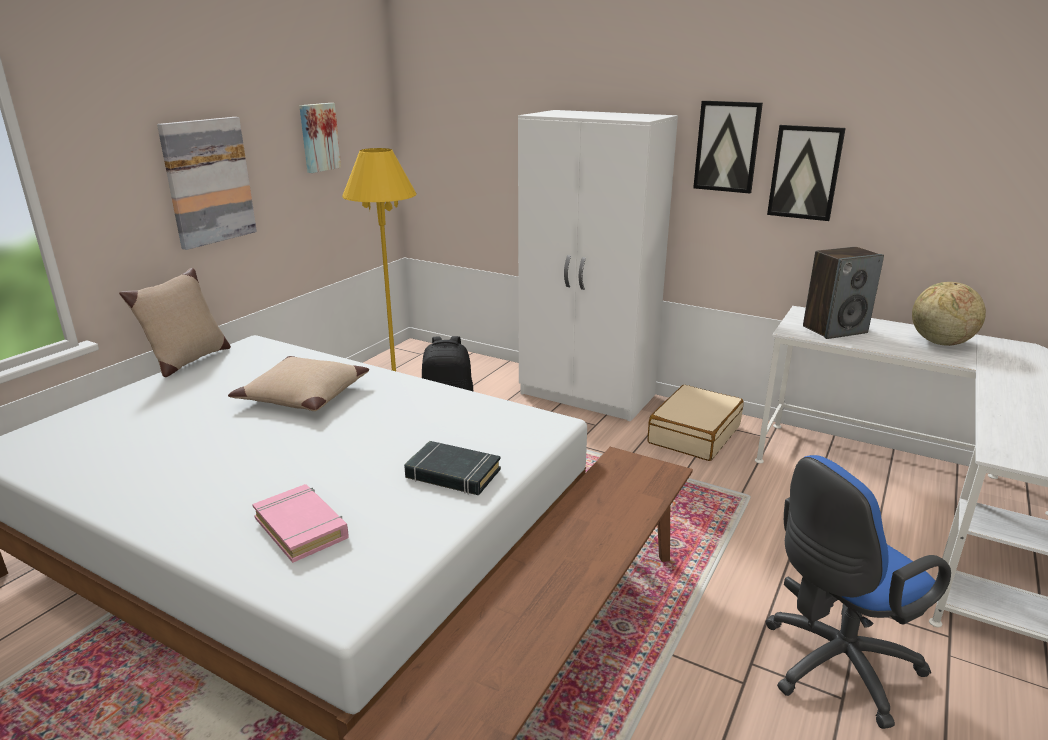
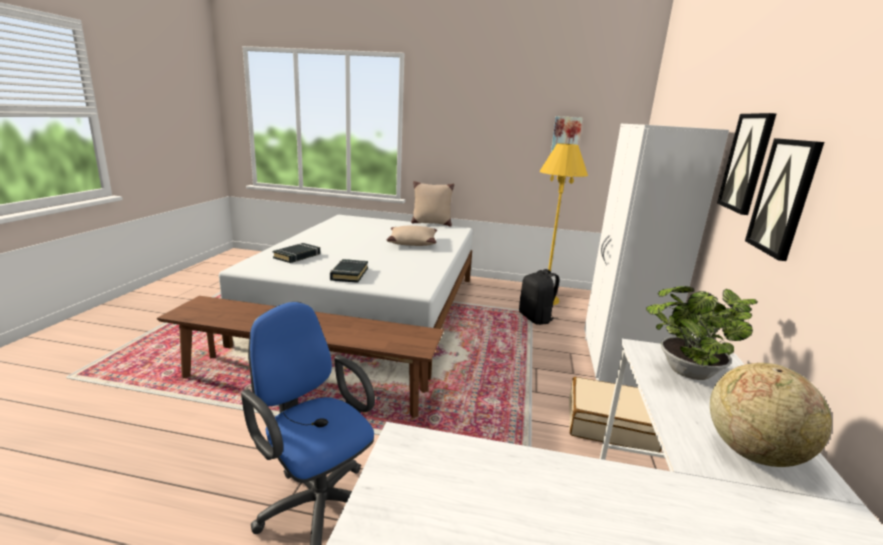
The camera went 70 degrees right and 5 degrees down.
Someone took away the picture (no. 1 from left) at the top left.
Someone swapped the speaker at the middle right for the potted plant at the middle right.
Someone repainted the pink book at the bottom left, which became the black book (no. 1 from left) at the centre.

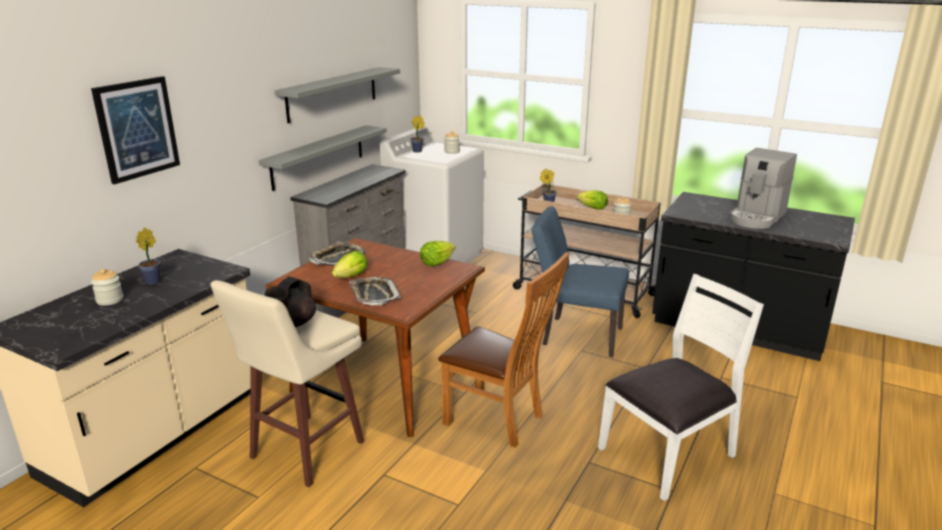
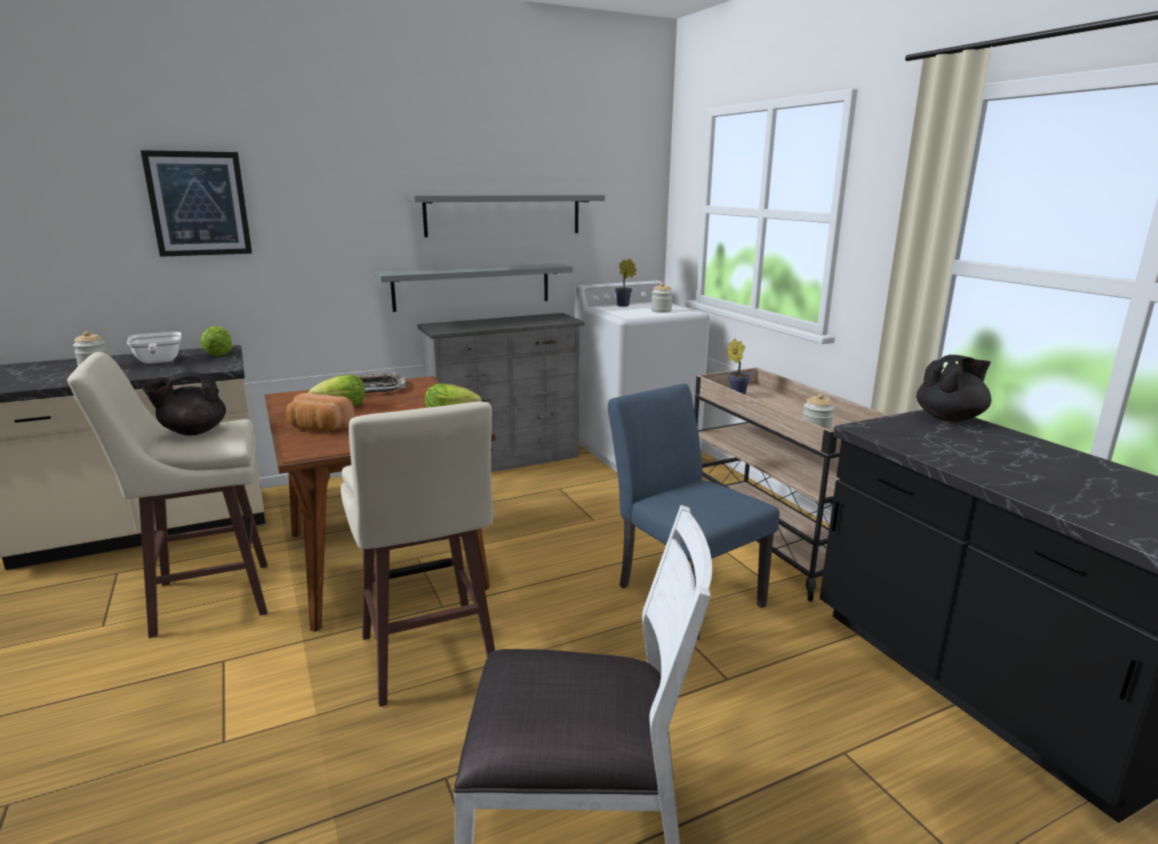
The camera went 35 degrees right and 5 degrees down.
Someone took away the coffee machine at the middle right.
Someone put down the black teapot (no. 2 from left) at the middle right.
Someone carried the lettuce (no. 3 from left in the first image) from the centre to the middle left.
Someone swapped the potted plant (no. 1 from left) at the middle left for the frying pan at the middle left.
Someone swapped the tray (no. 2 from left) at the centre for the bread at the middle left.
Someone swapped the brown chair at the centre for the beige stool (no. 2 from left) at the centre.

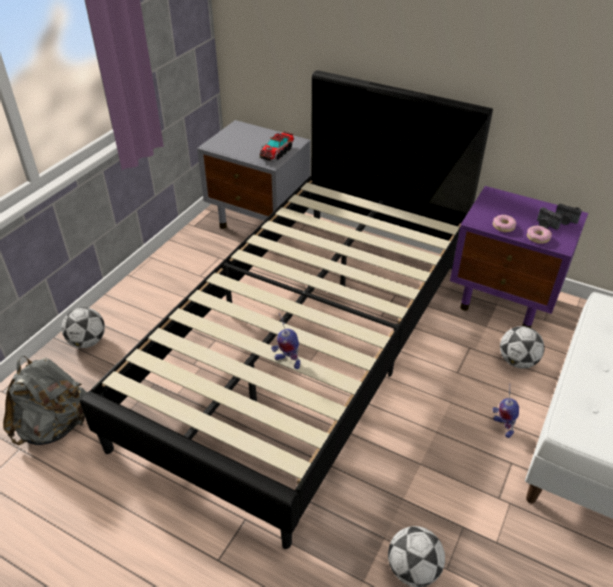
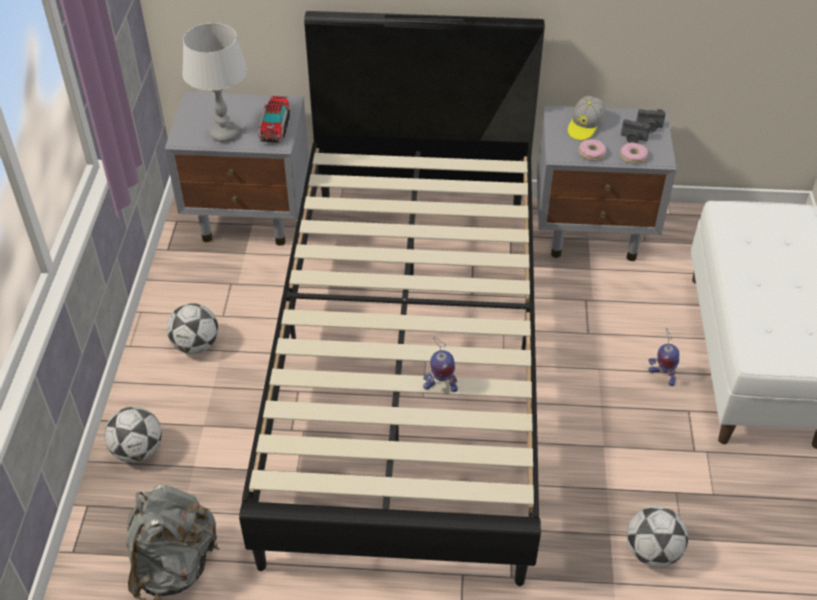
The camera went 25 degrees left and 5 degrees up.
Someone put down the grey table lamp at the top left.
Someone put down the cap at the top right.
Someone carried the football (no. 3 from left in the first image) from the middle right to the middle left.
Someone repainted the purple nightstand at the middle right, which became the grey nightstand (no. 2 from left) at the top right.

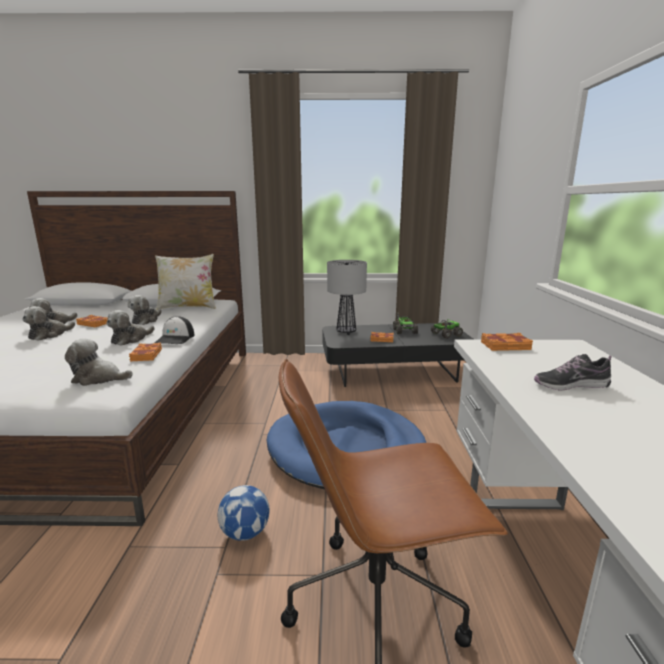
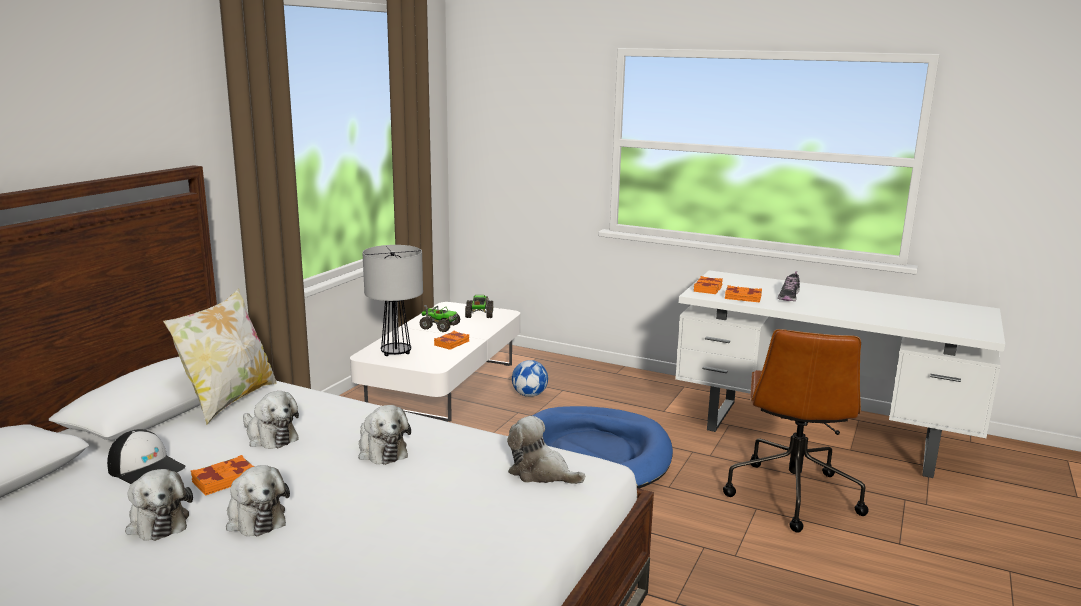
The camera went 65 degrees left and 0 degrees up.
Someone carried the orange book (no. 2 from left in the first image) from the middle left to the middle right.
Someone carried the cap from the middle left to the bottom left.
Someone carried the football from the bottom centre to the centre.
Someone repainted the black coffee table at the centre, which became the white coffee table at the centre.
Someone rotated the plush toy (no. 3 from left in the first image) at the middle left by 90 degrees clockwise.

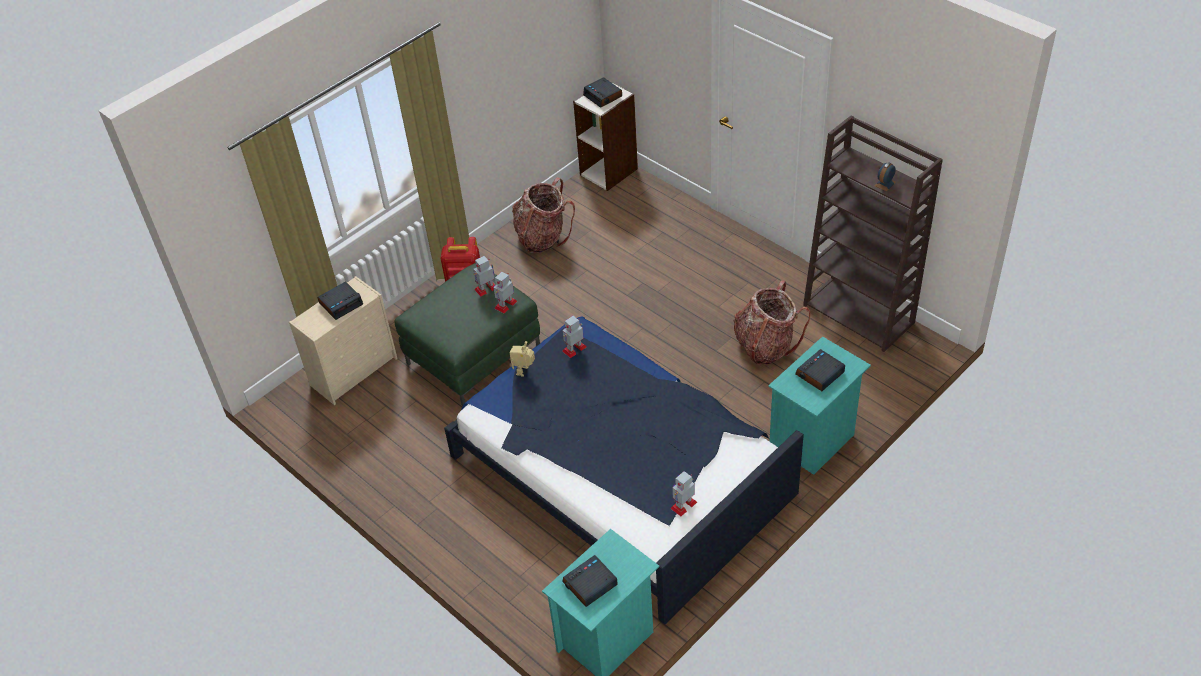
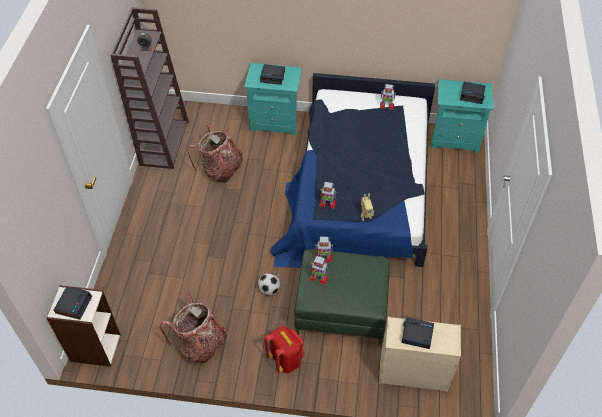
The camera went 130 degrees left and 5 degrees up.
Someone put down the football at the bottom centre.

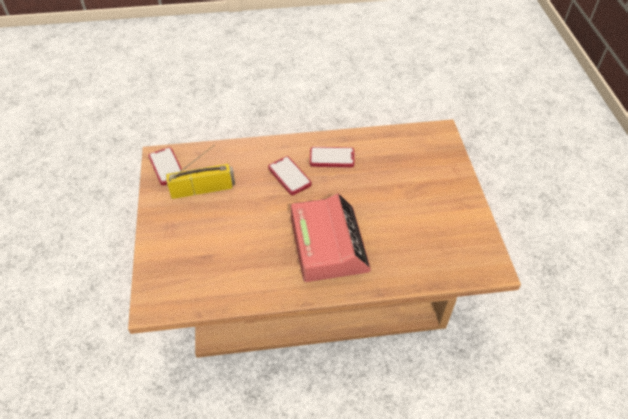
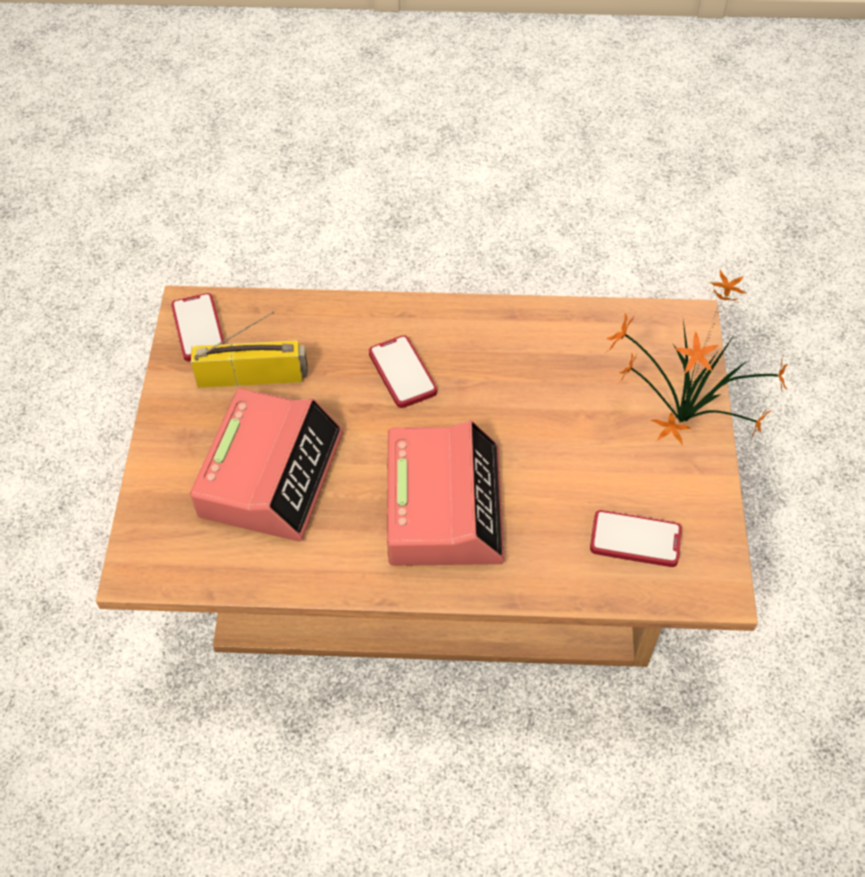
The camera went 10 degrees right and 5 degrees up.
Someone put down the alarm clock (no. 1 from left) at the middle left.
Someone put down the potted plant at the middle right.
Someone carried the phone (no. 3 from left) from the centre to the middle right.

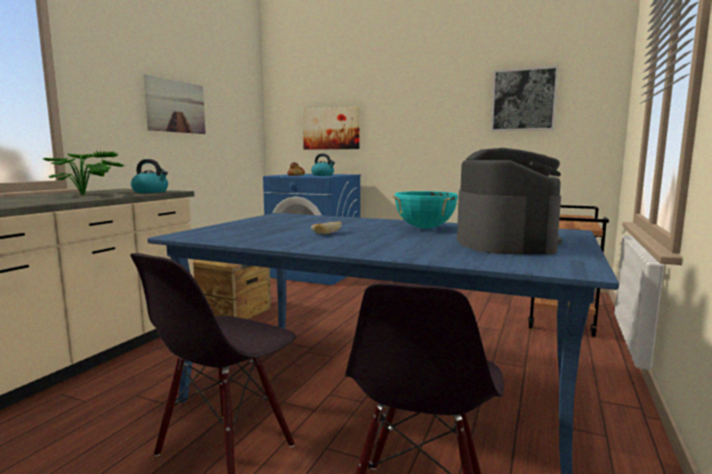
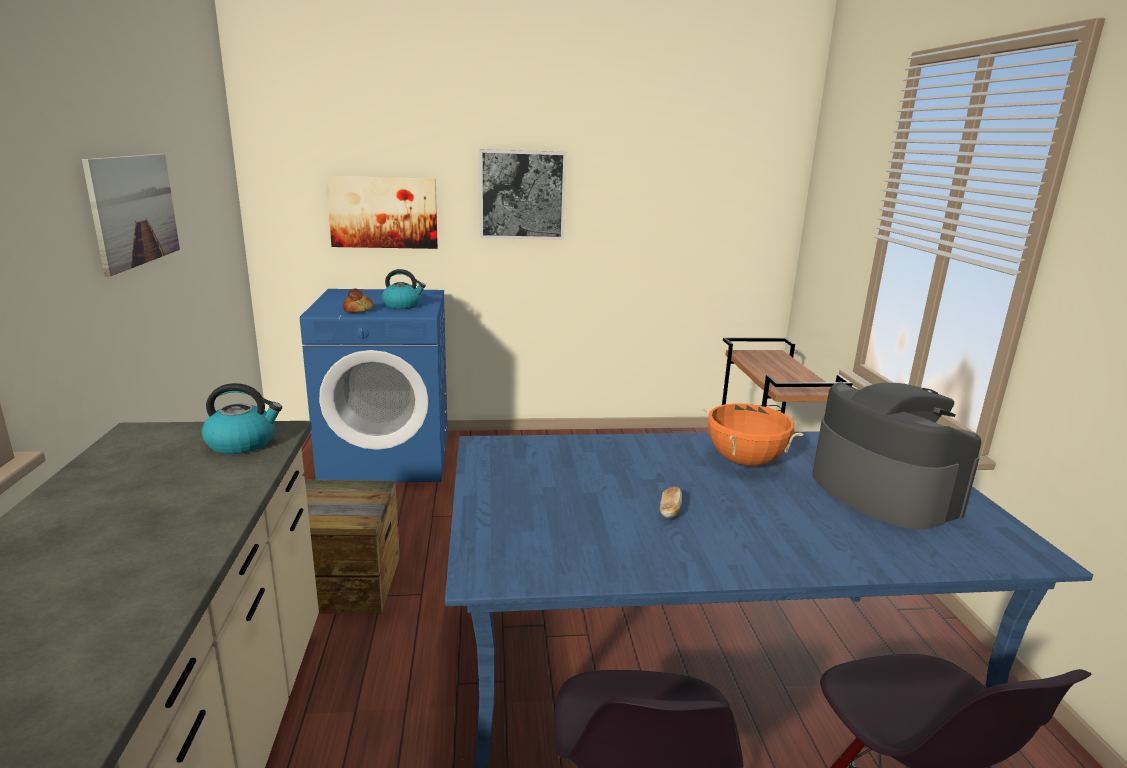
The camera went 30 degrees left and 10 degrees up.
Someone took away the potted plant at the middle left.
Someone carried the picture (no. 3 from left) from the top right to the top centre.
Someone repainted the turquoise cooking pot at the centre, which became the orange cooking pot at the middle right.

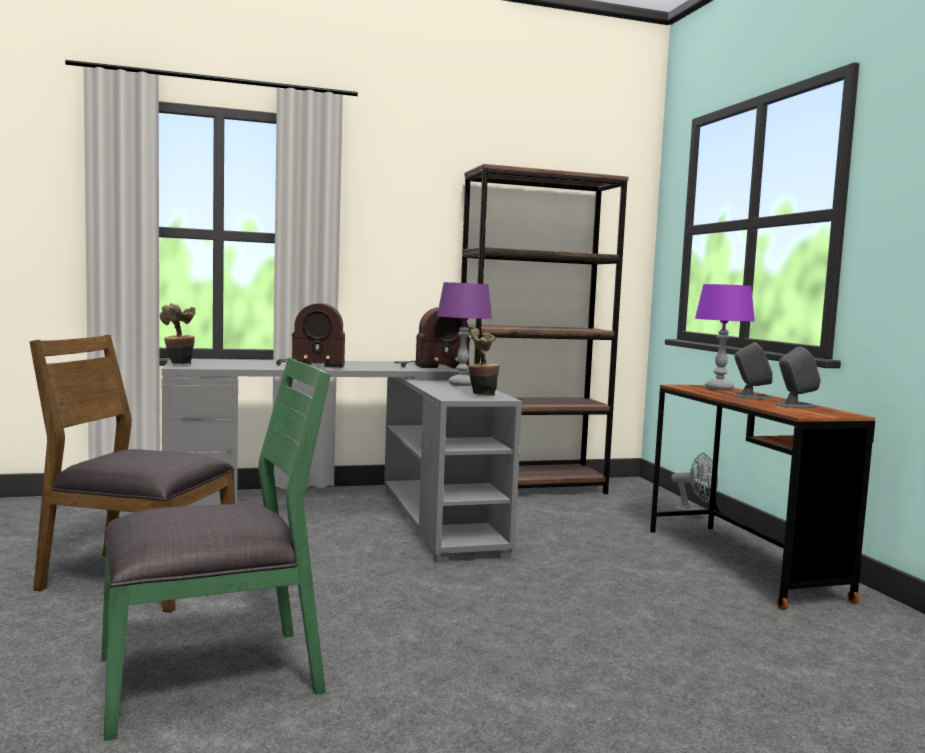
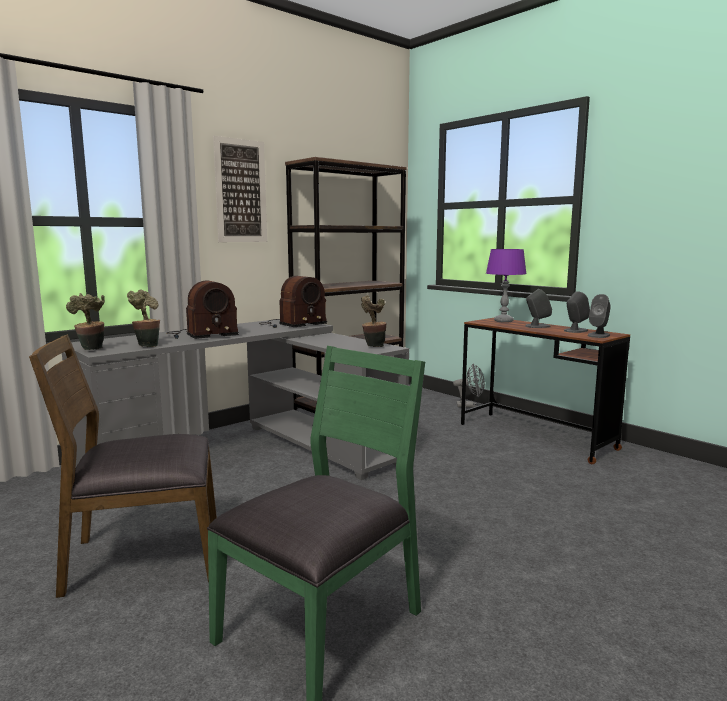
The camera went 25 degrees left and 5 degrees up.
Someone took away the purple table lamp (no. 1 from left) at the centre.
Someone put down the potted plant (no. 2 from left) at the middle left.
Someone put up the picture at the top left.
Someone put down the grey speaker (no. 3 from left) at the middle right.

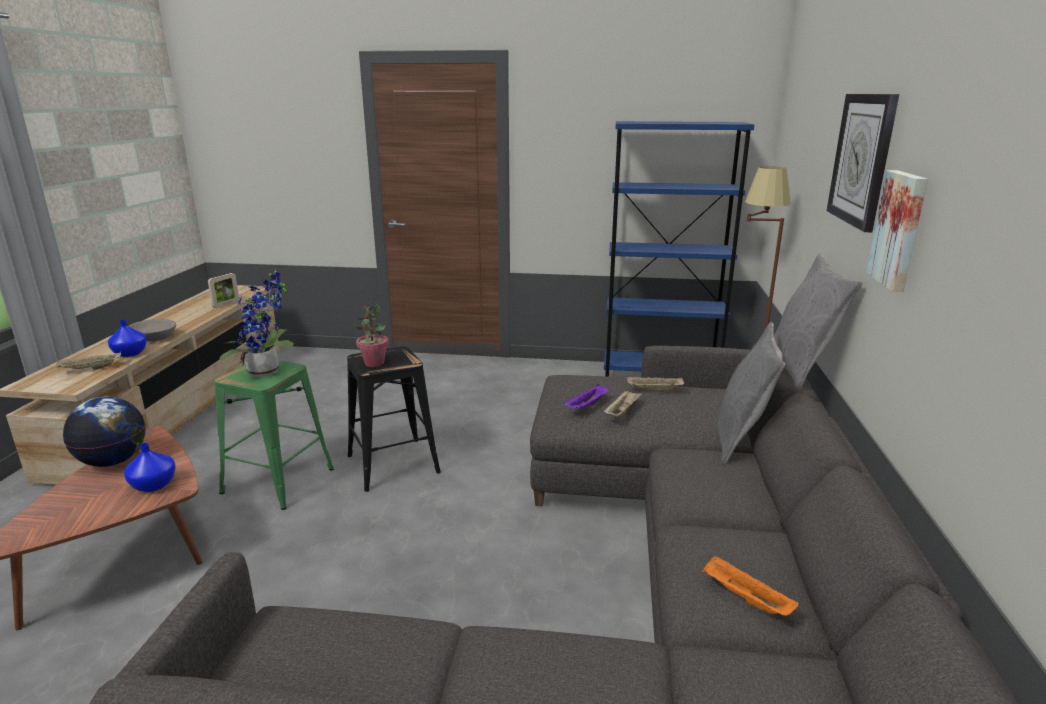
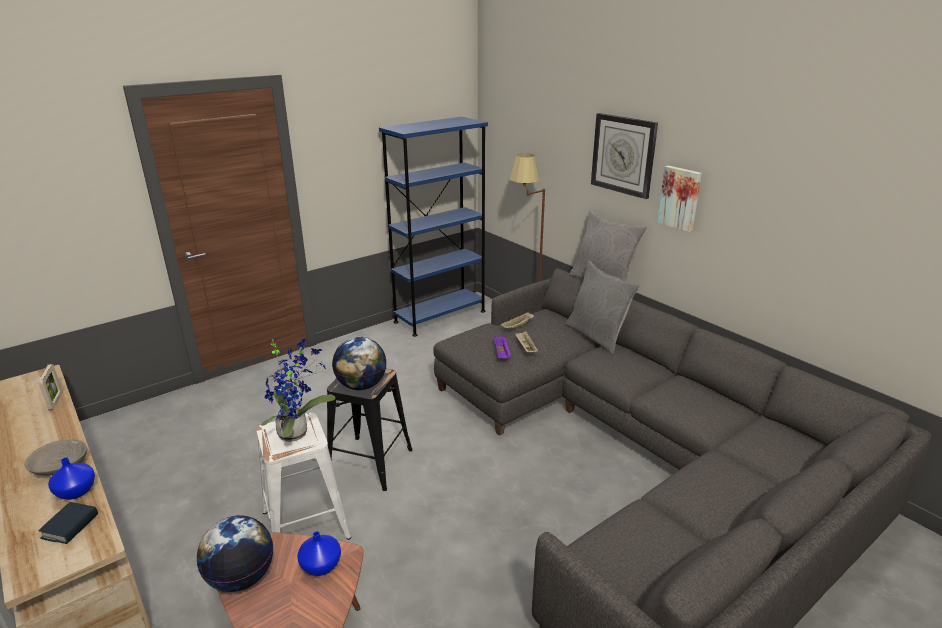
The camera went 45 degrees left and 5 degrees up.
Someone took away the orange tray at the bottom right.
Someone swapped the beige tray (no. 1 from left) at the middle left for the book at the bottom left.
Someone swapped the potted plant (no. 2 from left) at the centre for the globe (no. 2 from left) at the centre.
Someone repainted the green stool at the middle left, which became the white stool at the bottom left.

